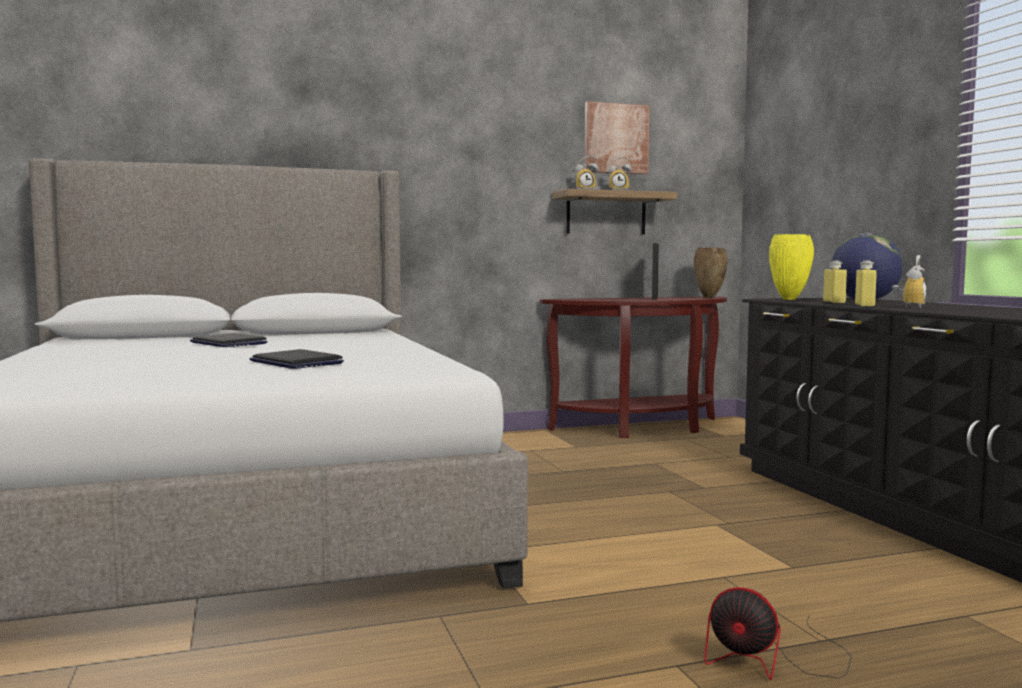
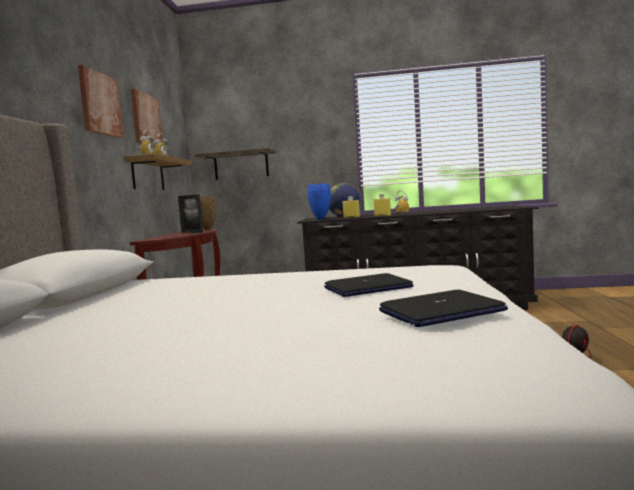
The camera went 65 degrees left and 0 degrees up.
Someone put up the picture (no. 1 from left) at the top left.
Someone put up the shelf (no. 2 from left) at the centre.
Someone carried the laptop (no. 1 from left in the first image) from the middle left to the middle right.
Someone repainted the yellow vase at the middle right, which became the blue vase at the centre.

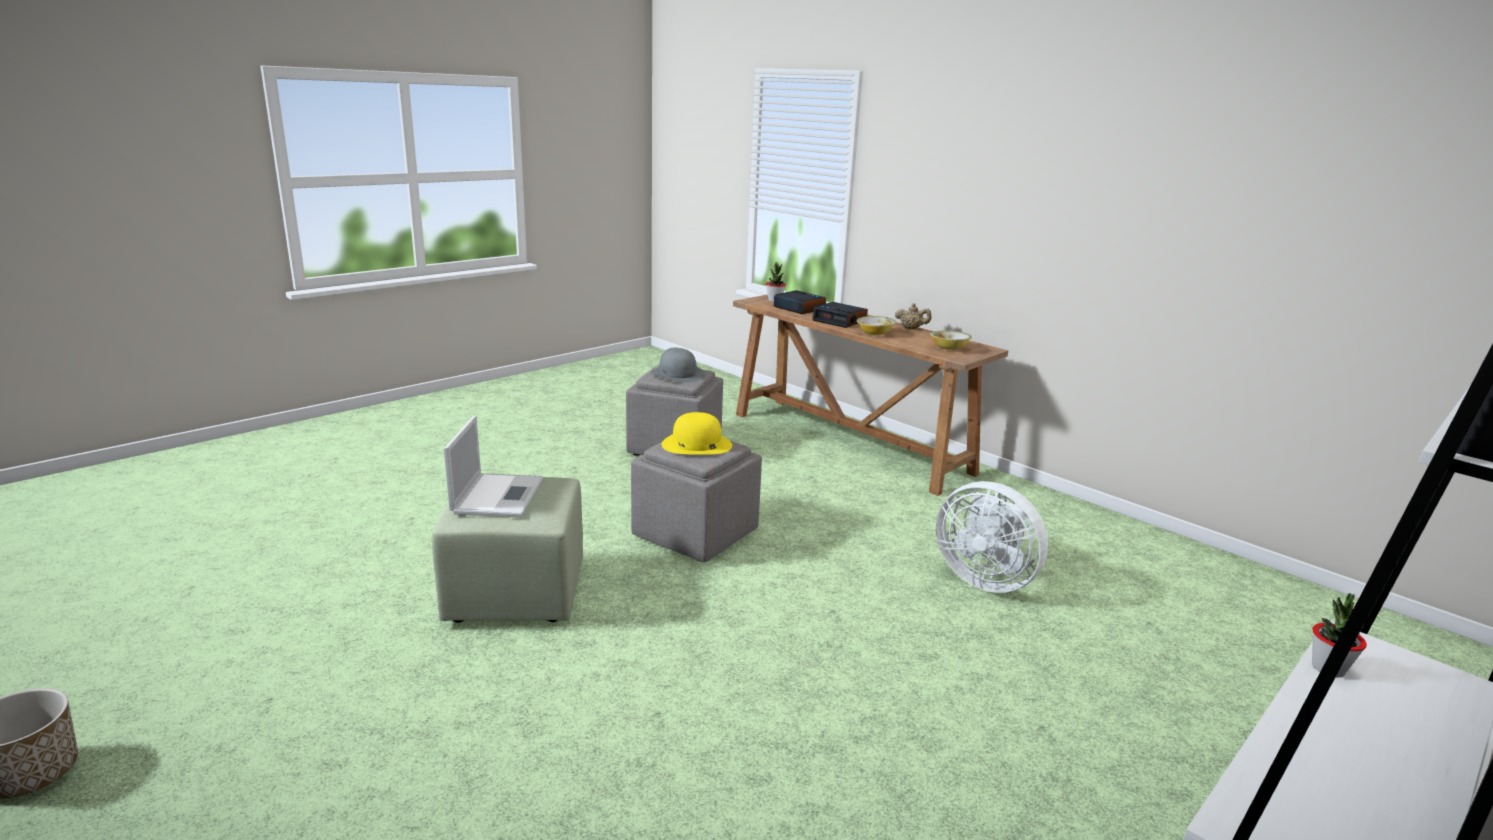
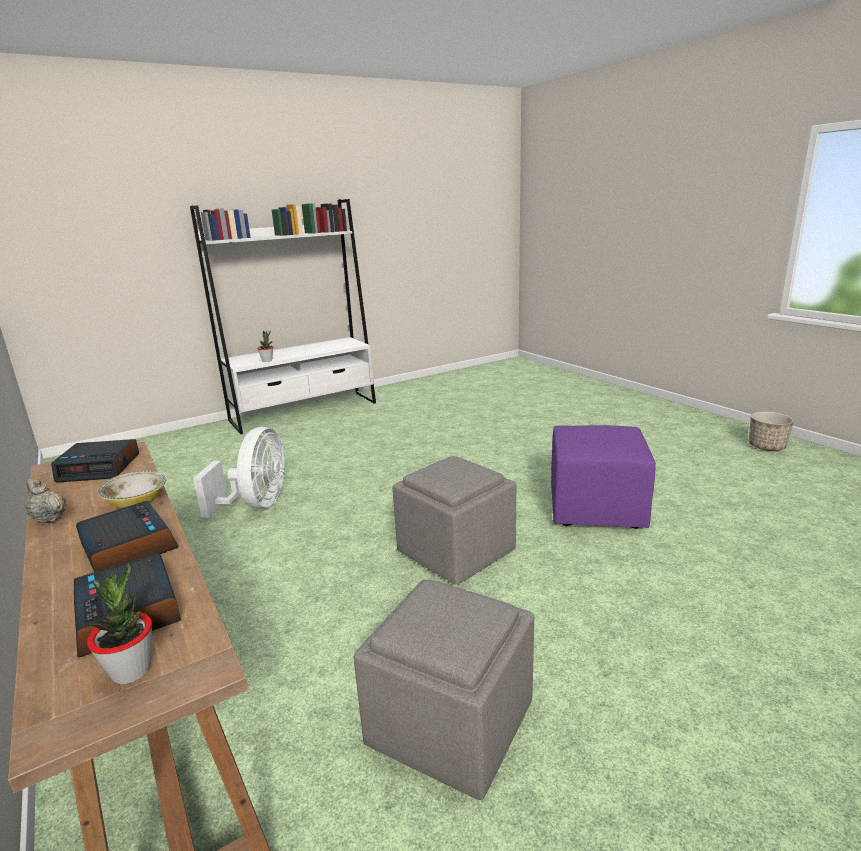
The camera went 165 degrees left and 0 degrees up.
Someone took away the laptop at the middle left.
Someone took away the grey hat at the centre.
Someone took away the yellow hat at the centre.
Someone swapped the bowl (no. 2 from left) at the centre for the alarm clock (no. 1 from left) at the middle left.
Someone repainted the green ottoman at the centre, which became the purple ottoman at the middle right.
Someone rotated the white fan at the centre by 45 degrees clockwise.

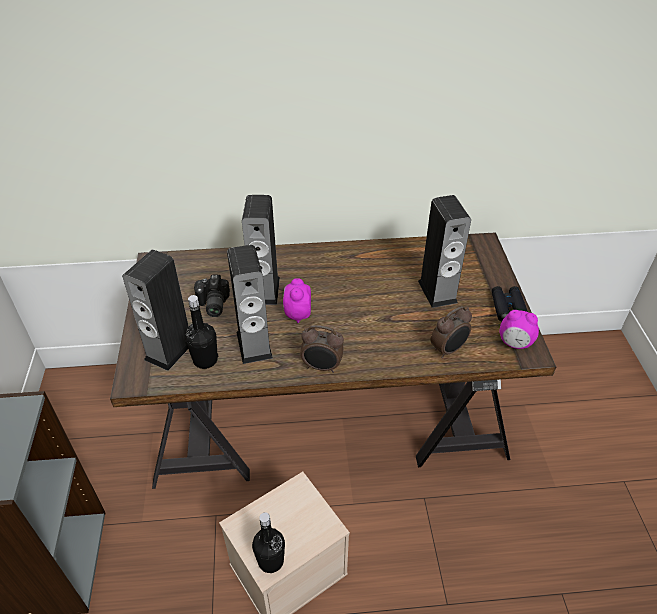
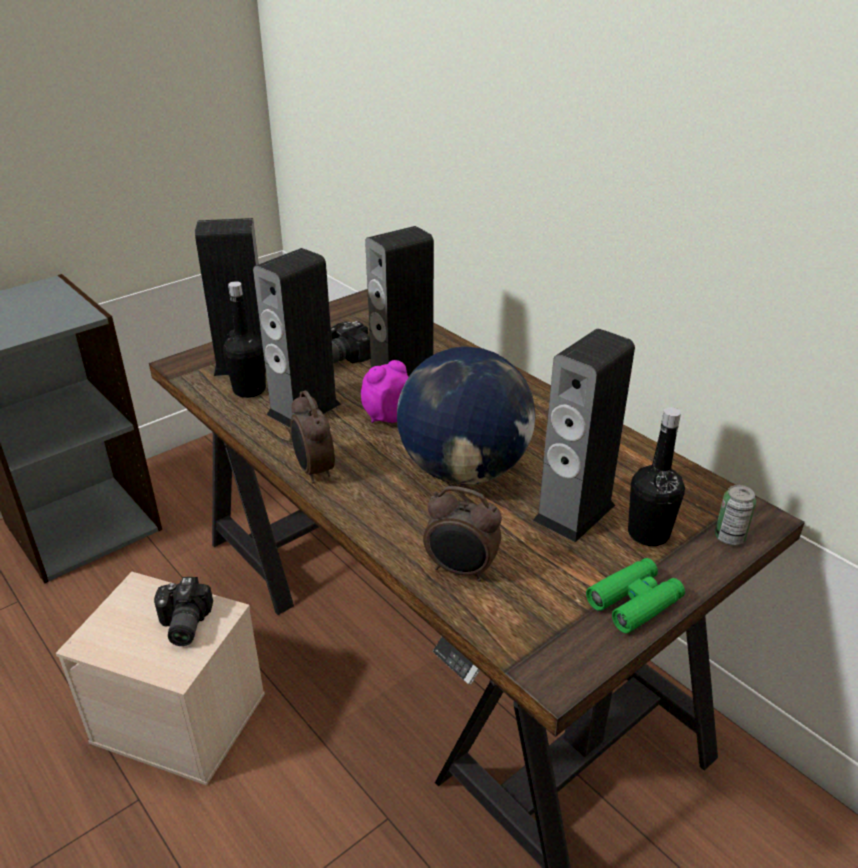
The camera went 55 degrees right and 10 degrees down.
Someone took away the alarm clock (no. 4 from left) at the middle right.
Someone put down the photo camera (no. 1 from left) at the bottom left.
Someone put down the globe at the centre.
Someone put down the can at the middle right.
Someone carried the black bottle (no. 2 from left) from the bottom centre to the middle right.
Someone repainted the black binoculars at the middle right, which became the green binoculars at the bottom right.

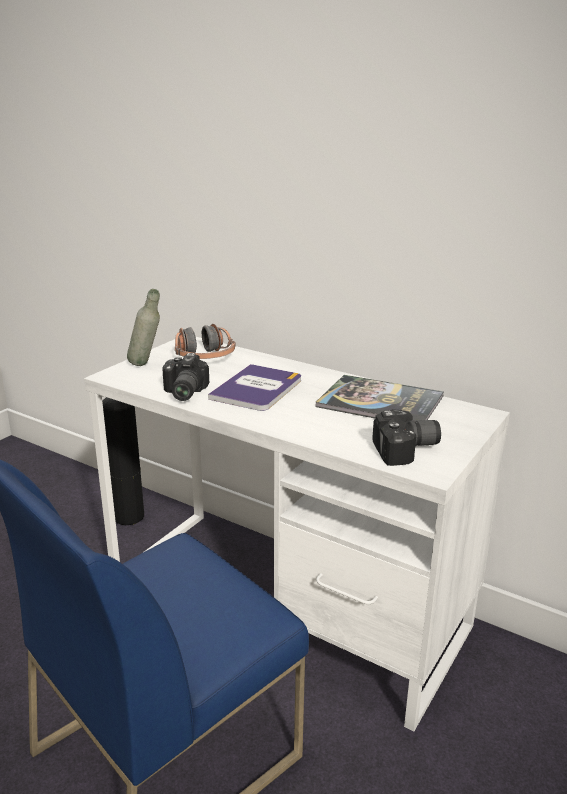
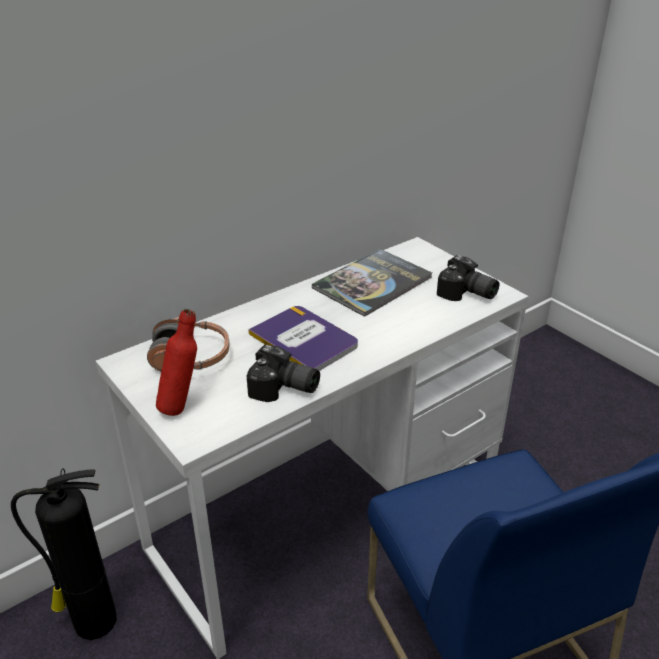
The camera went 70 degrees left and 10 degrees up.
Someone repainted the grey bottle at the middle left, which became the red bottle at the middle left.
Someone rotated the photo camera (no. 2 from left) at the middle right by 120 degrees clockwise.

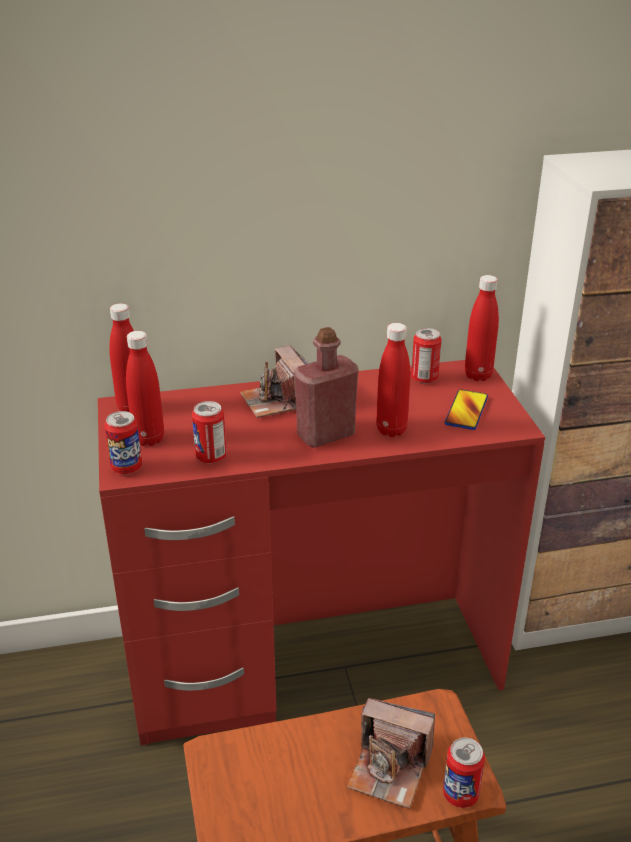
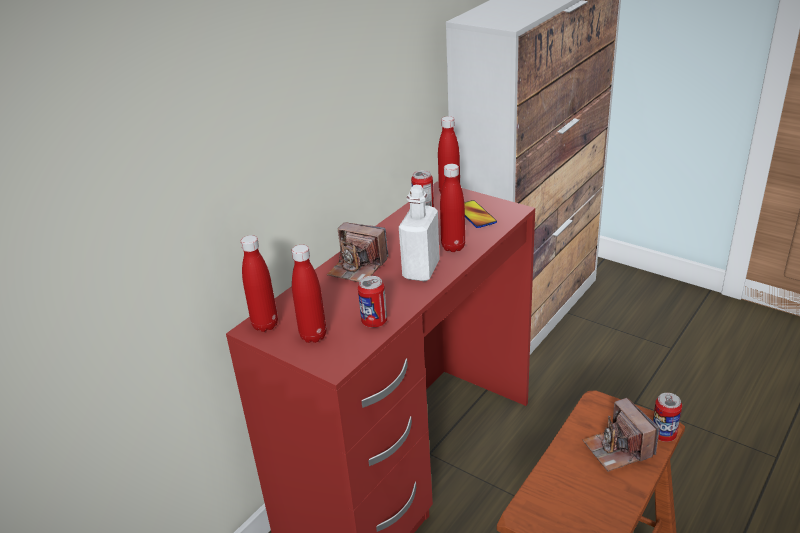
The camera went 40 degrees left and 0 degrees up.
Someone took away the can (no. 1 from left) at the middle left.
Someone repainted the red bottle (no. 3 from left) at the centre, which became the white bottle at the centre.
Someone rotated the photo camera (no. 2 from left) at the bottom centre by 90 degrees clockwise.

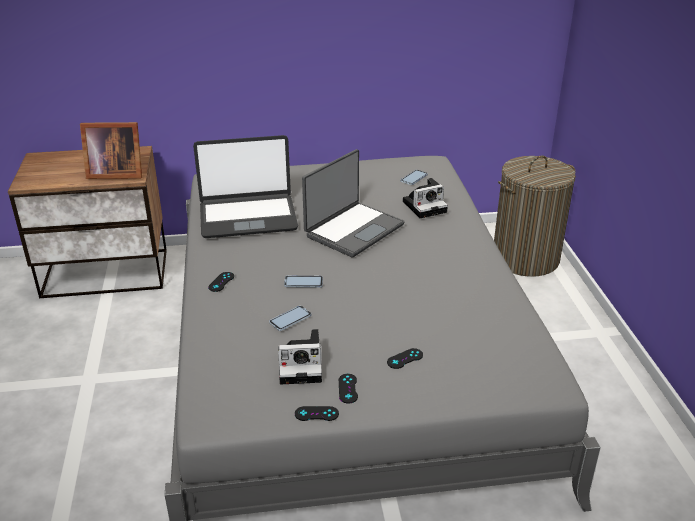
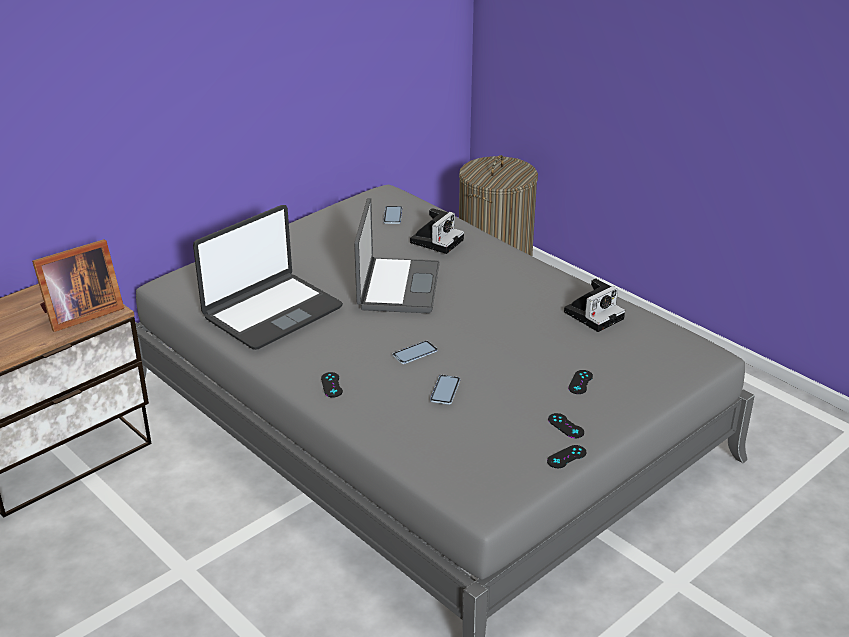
The camera went 35 degrees left and 0 degrees up.
Someone carried the photo camera (no. 1 from left in the first image) from the bottom centre to the middle right.

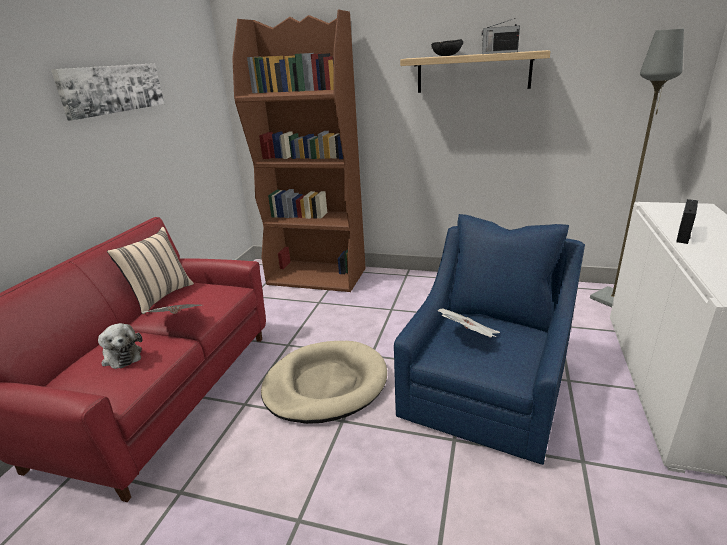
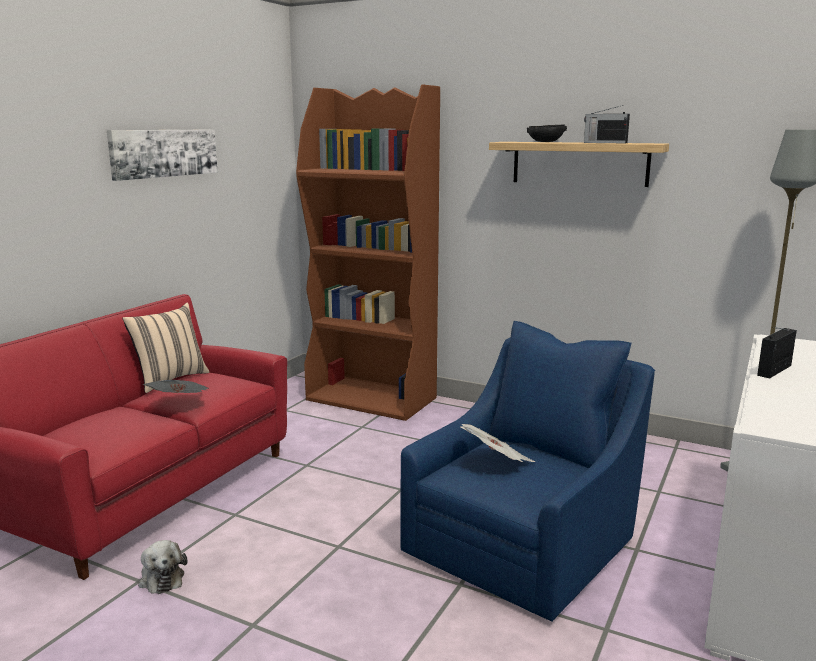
The camera went 10 degrees right and 10 degrees down.
Someone took away the beige dog bed at the bottom centre.
Someone carried the plush toy from the middle left to the bottom left.

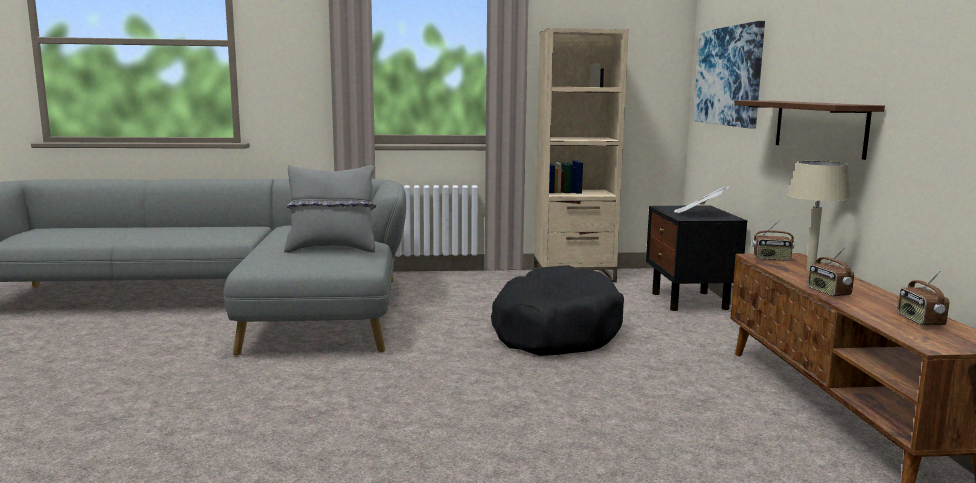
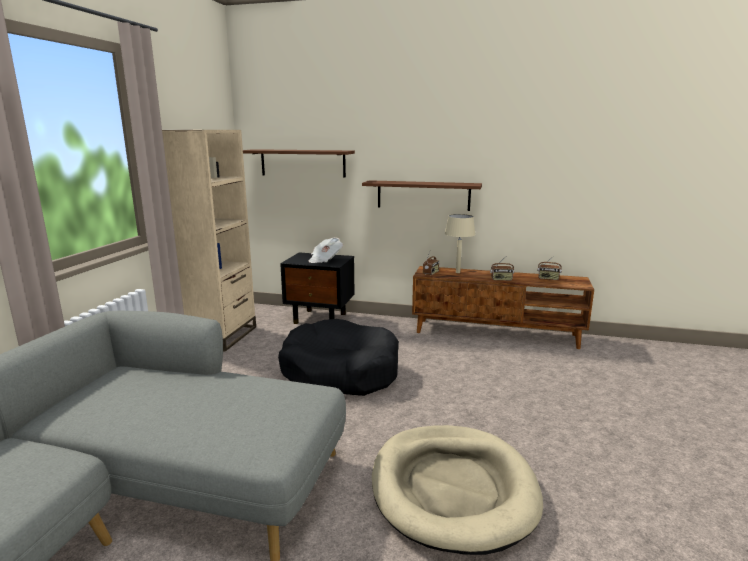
The camera went 70 degrees left and 5 degrees up.
Someone took away the grey pillow at the centre.
Someone put down the beige dog bed at the bottom centre.
Someone swapped the picture at the top right for the shelf (no. 1 from left) at the top centre.

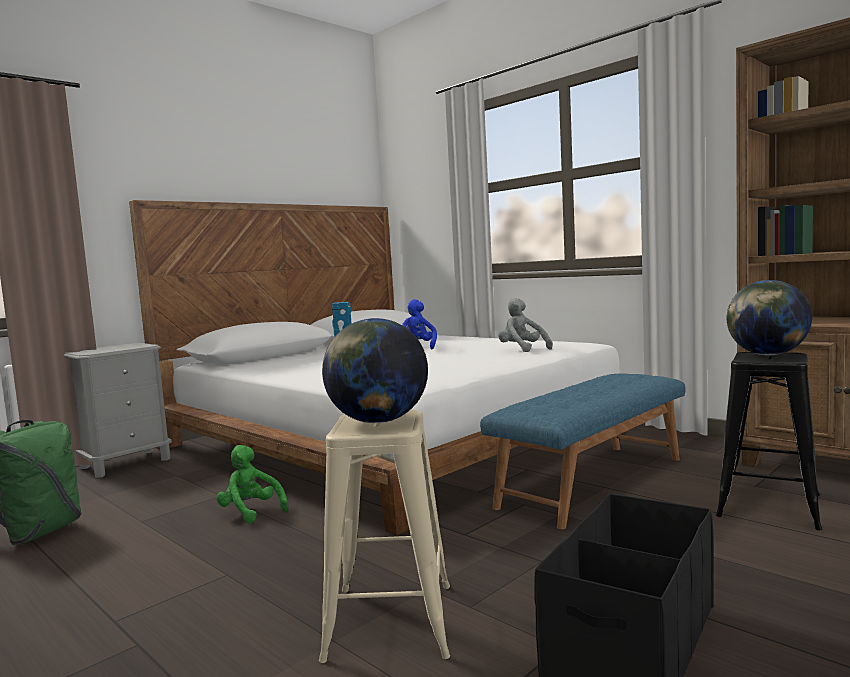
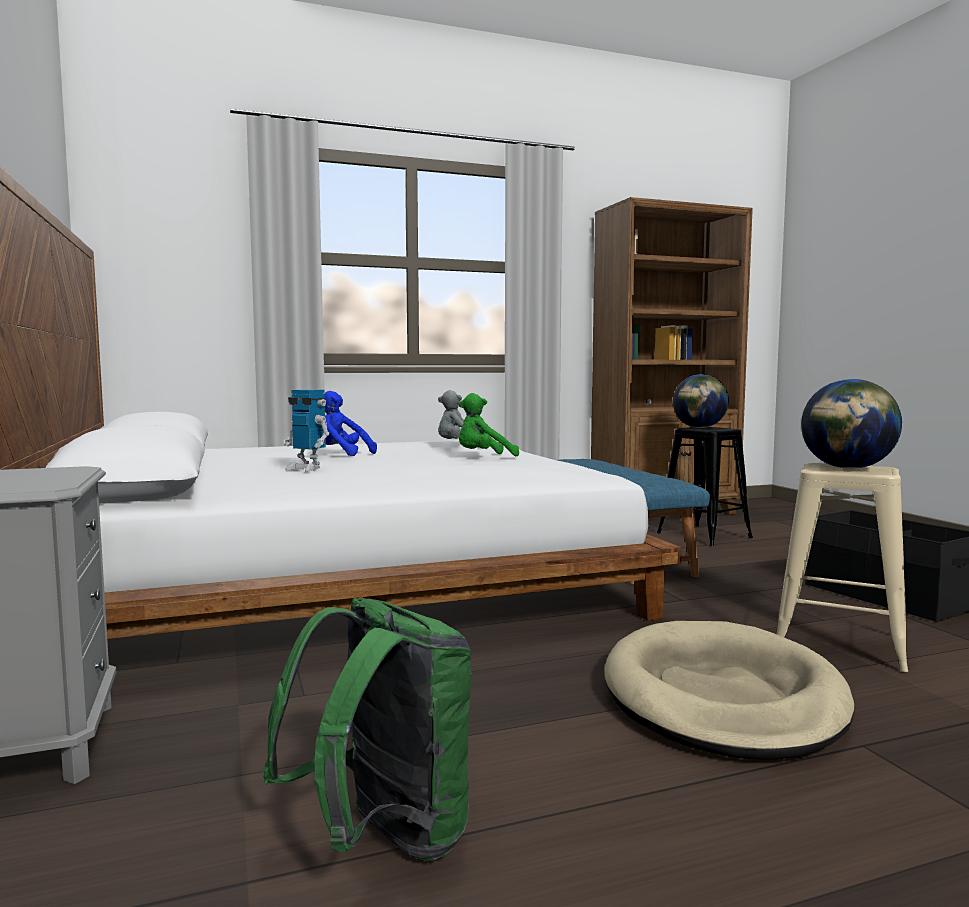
The camera went 65 degrees left and 0 degrees up.
Someone put down the beige dog bed at the bottom right.
Someone carried the green plush toy from the bottom left to the centre.

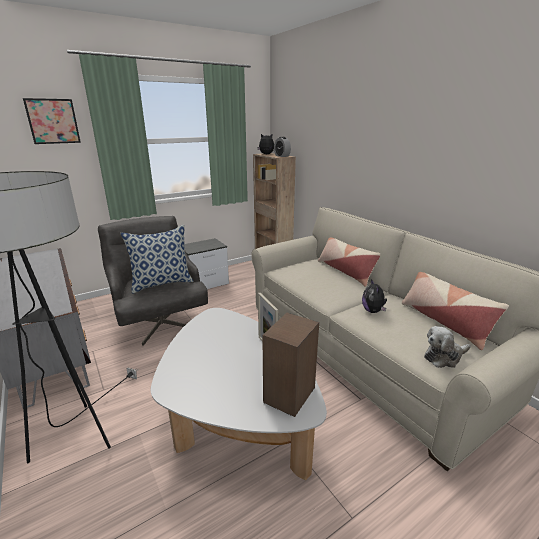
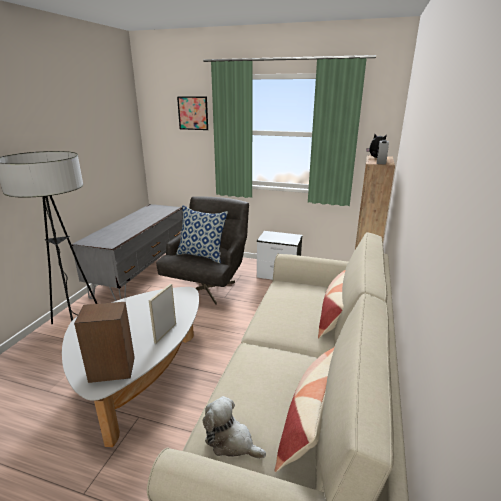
The camera went 50 degrees right and 0 degrees up.
Someone took away the plush toy (no. 2 from left) at the middle right.

